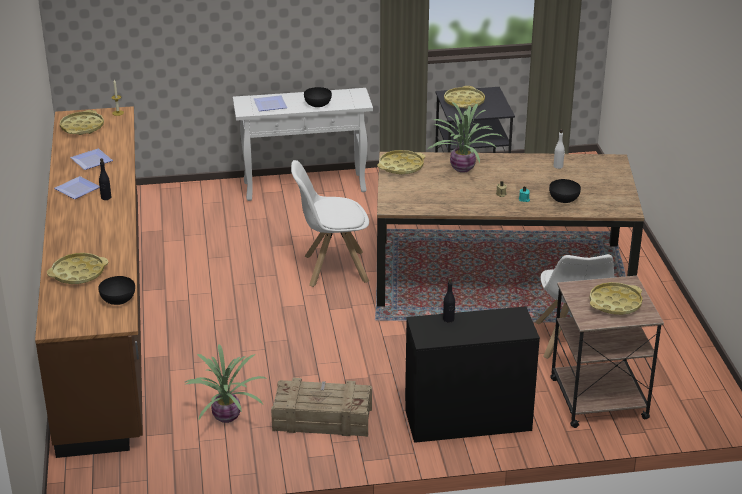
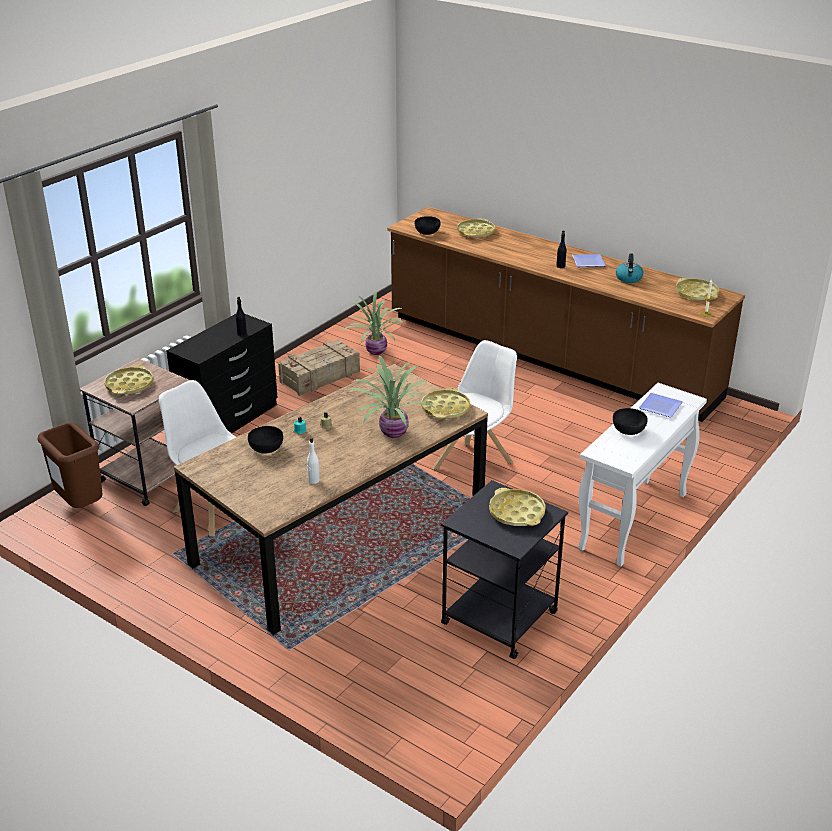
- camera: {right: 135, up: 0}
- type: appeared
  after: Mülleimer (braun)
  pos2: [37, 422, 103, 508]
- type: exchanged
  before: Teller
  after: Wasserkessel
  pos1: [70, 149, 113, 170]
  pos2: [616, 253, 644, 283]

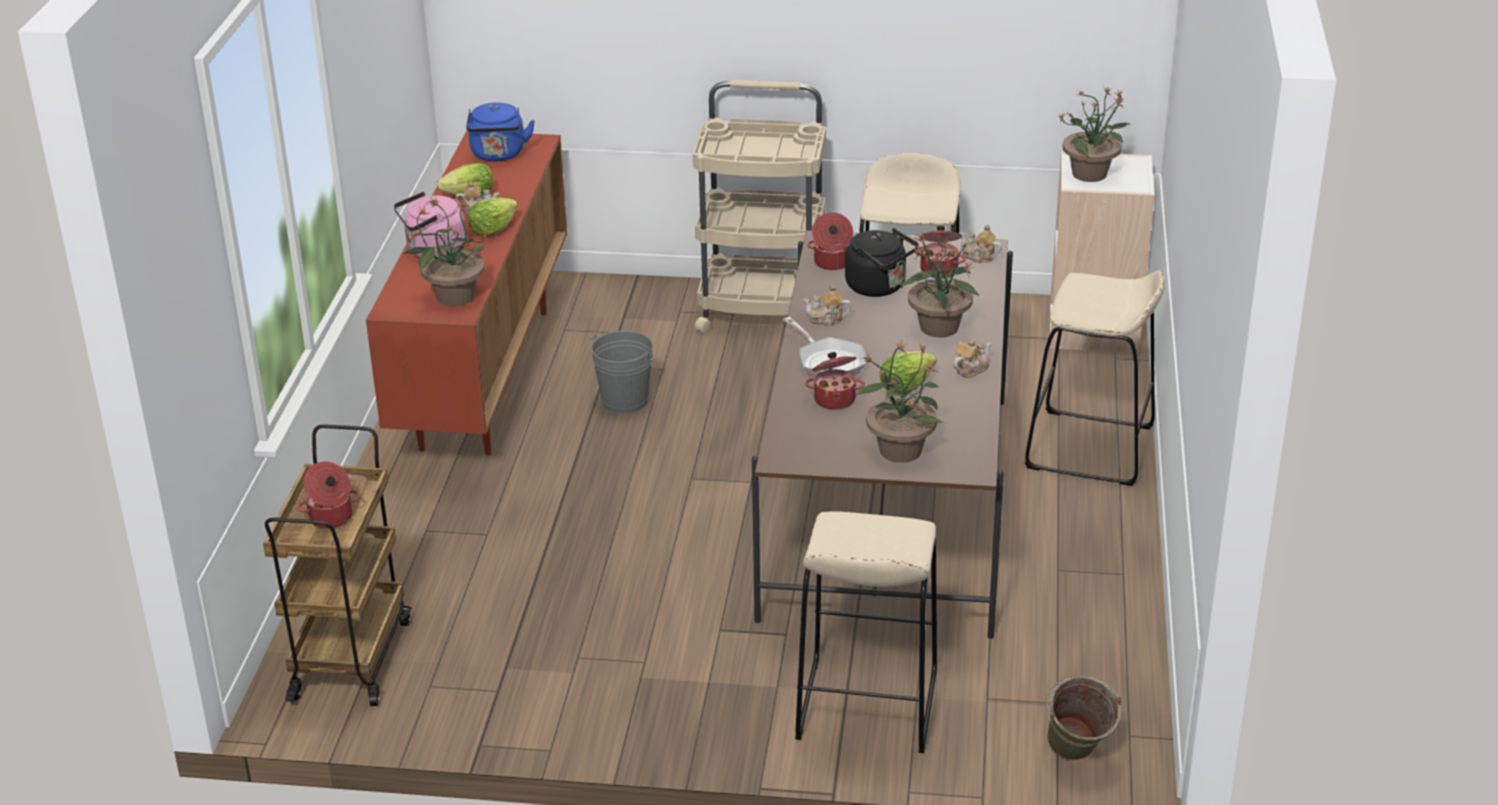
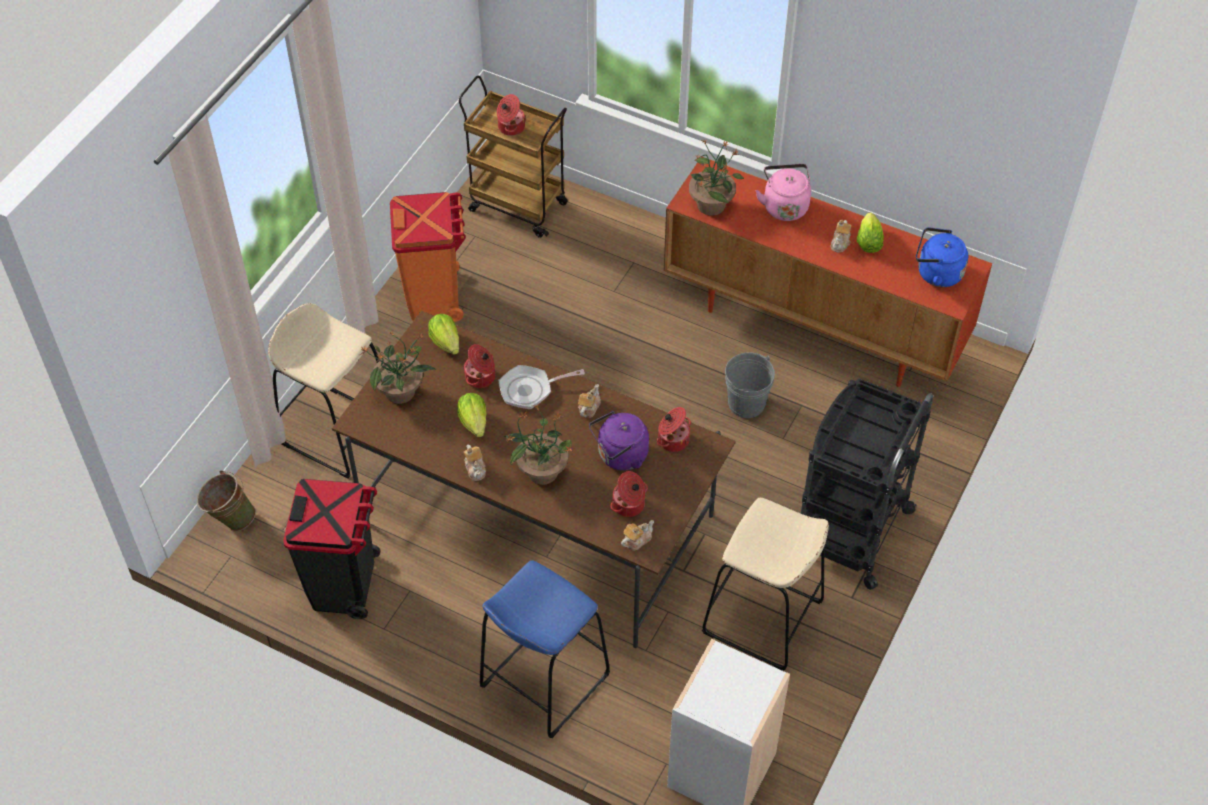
- camera: {right: 110, up: 20}
- type: missing
  before: Topfpflanze
  pos1: [1057, 87, 1131, 182]
- type: appeared
  after: Mülleimer (schwarz)
  pos2: [283, 479, 381, 619]
- type: appeared
  after: Mülleimer (orange)
  pos2: [390, 192, 466, 322]
- type: relocated
  before: Salatkopf
  pos1: [467, 197, 518, 236]
  pos2: [428, 314, 459, 355]
- type: colour
  before: Rollwagen (beige)
  after: Rollwagen (schwarz)
  pos1: [693, 80, 826, 334]
  pos2: [801, 379, 933, 590]
- type: colour
  before: Wasserkessel (schwarz)
  after: Wasserkessel (lila)
  pos1: [845, 228, 919, 297]
  pos2: [589, 411, 649, 470]
- type: colour
  before: Hocker (beige)
  after: Hocker (blau)
  pos1: [1025, 270, 1165, 486]
  pos2: [480, 560, 610, 738]

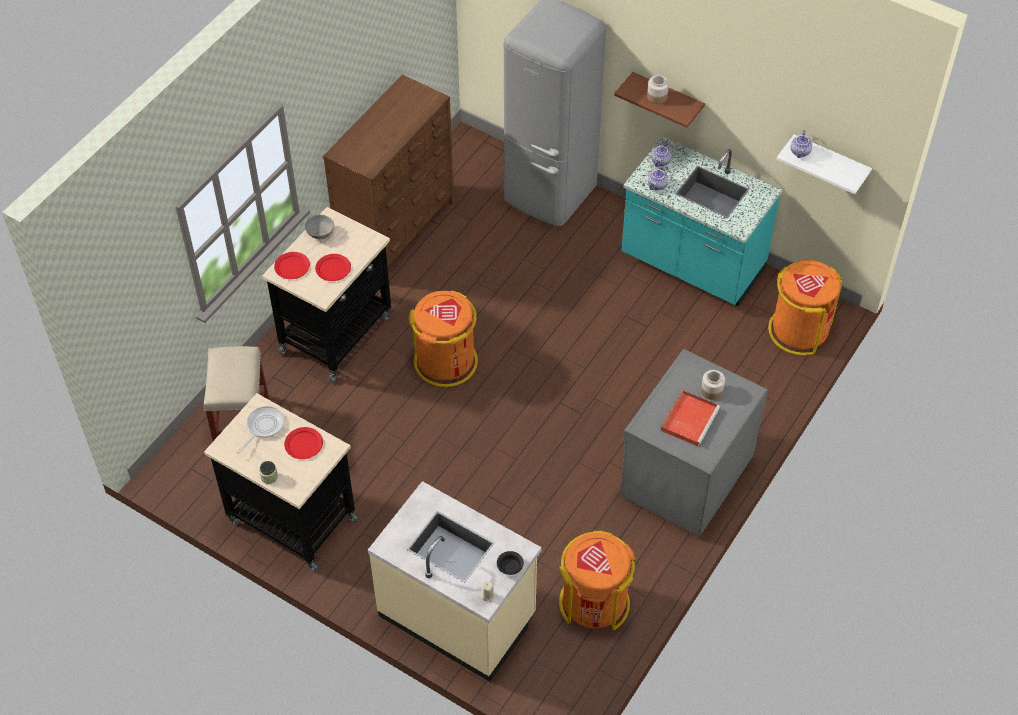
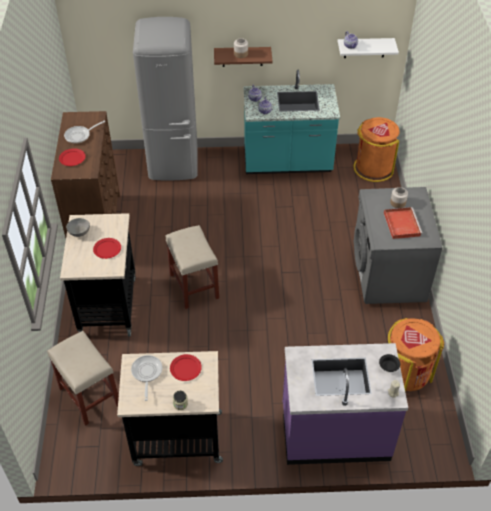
- camera: {right: -35, up: -5}
- type: appeared
  after: Pfanne
  pos2: [64, 121, 105, 144]
- type: relocated
  before: Teller (rot)
  pos1: [274, 252, 310, 279]
  pos2: [59, 148, 85, 166]
- type: exchanged
  before: Mülleimer (orange)
  after: Hocker (beige)
  pos1: [409, 290, 478, 387]
  pos2: [166, 225, 219, 309]
- type: colour
  before: Küchenzeile (beige)
  after: Küchenzeile (lila)
  pos1: [368, 481, 542, 682]
  pos2: [283, 343, 408, 465]

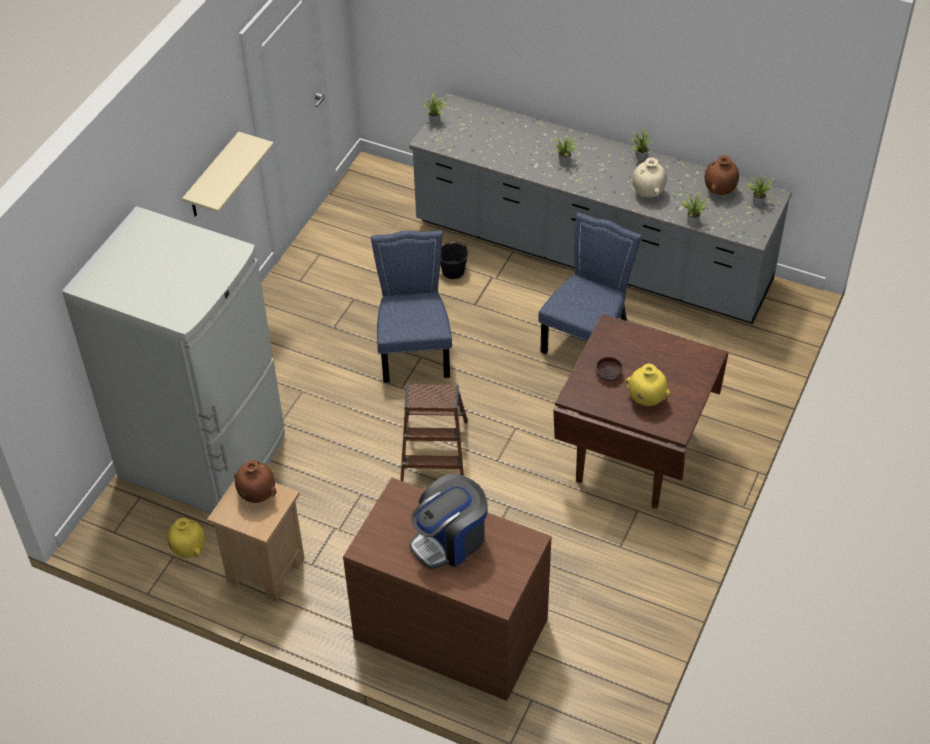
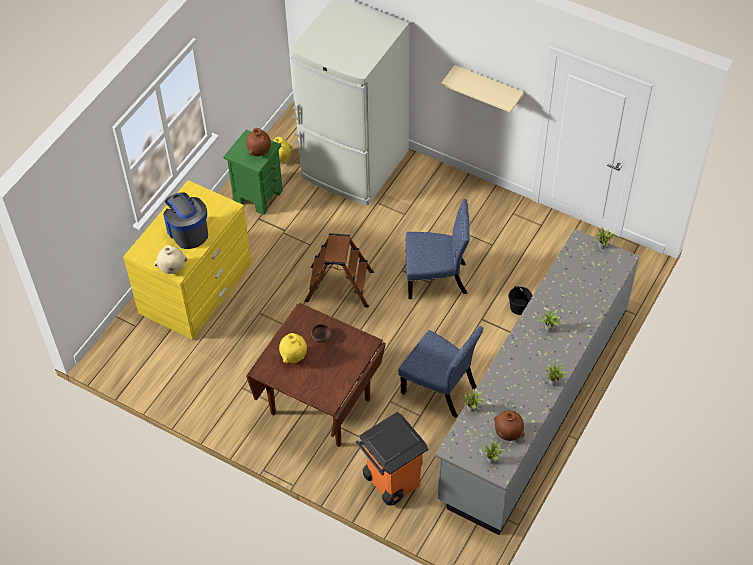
- camera: {right: 95, up: 5}
- type: appeared
  after: Mülleimer (orange)
  pos2: [356, 412, 428, 506]
- type: relocated
  before: Vase (beige)
  pos1: [632, 158, 667, 197]
  pos2: [155, 245, 187, 274]
- type: colour
  before: Nachttisch (beige)
  after: Nachttisch (grün)
  pos1: [207, 480, 305, 602]
  pos2: [224, 129, 283, 215]
- type: colour
  before: Kommode (braun)
  after: Kommode (gelb)
  pos1: [343, 478, 552, 701]
  pos2: [123, 180, 252, 340]

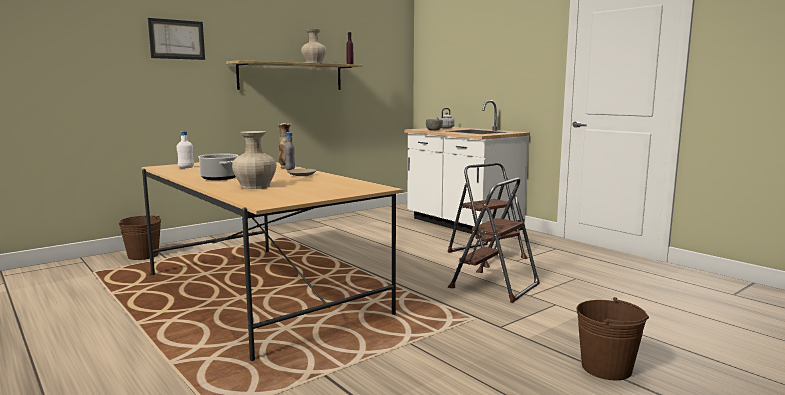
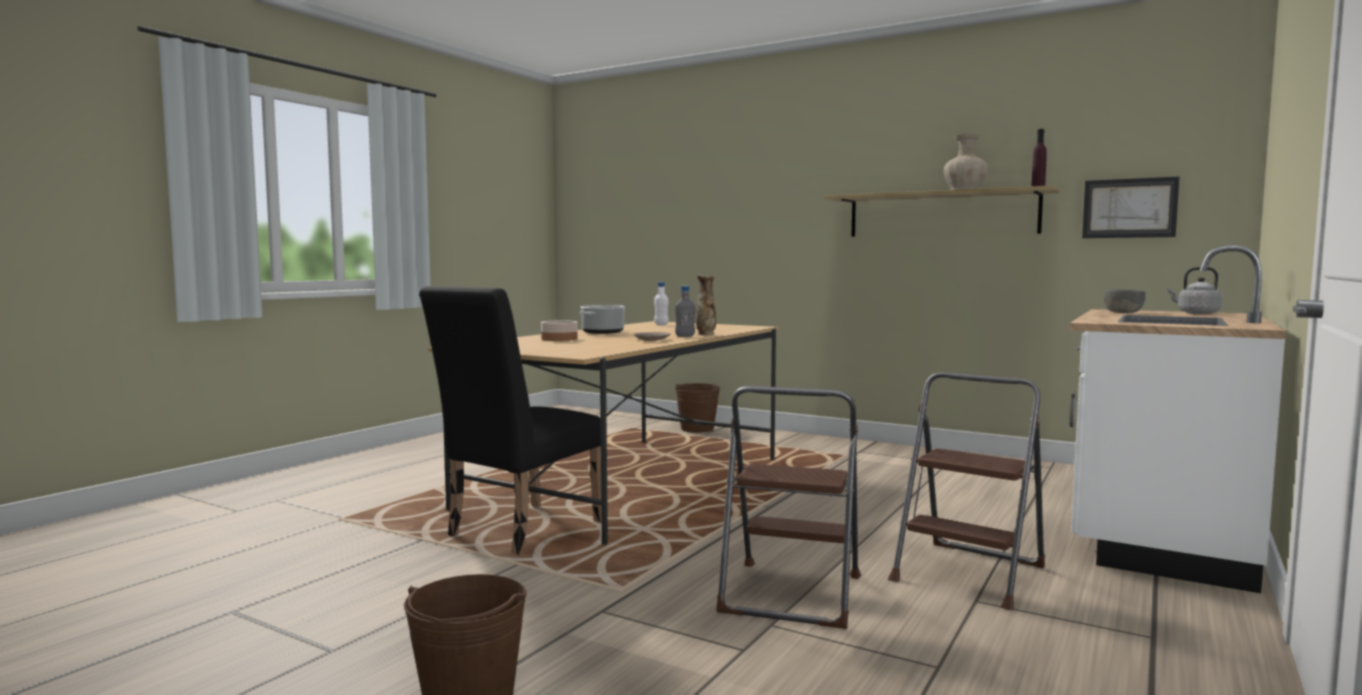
- camera: {right: 70, up: -5}
- type: appeared
  after: Stuhl (schwarz)
  pos2: [419, 286, 602, 555]
- type: relocated
  before: Bild
  pos1: [148, 18, 205, 60]
  pos2: [1082, 177, 1179, 238]
- type: exchanged
  before: Vase (beige)
  after: Schüssel
  pos1: [232, 131, 276, 189]
  pos2: [541, 321, 578, 341]

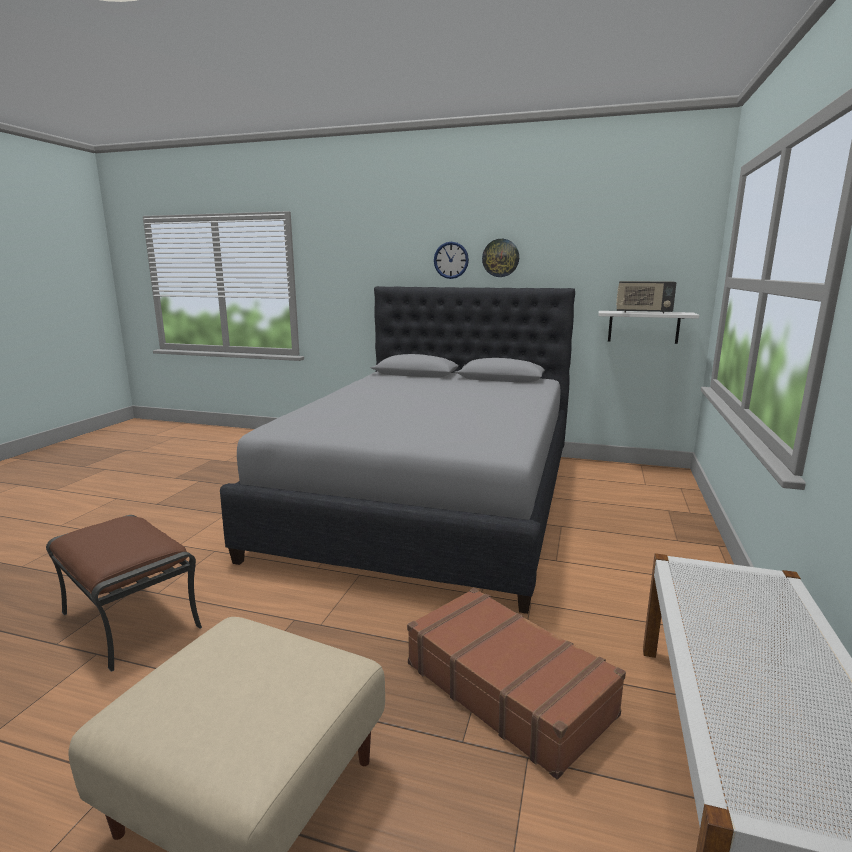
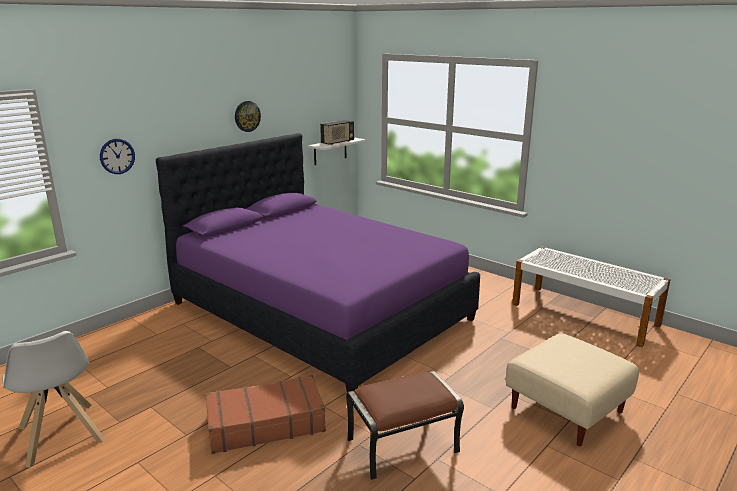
- camera: {right: -65, up: 5}
- type: appeared
  after: Stuhl
  pos2: [2, 331, 105, 468]
- type: relocated
  before: Koffer (braun)
  pos1: [407, 588, 626, 780]
  pos2: [205, 375, 326, 454]
- type: relocated
  before: Wanduhr
  pos1: [434, 242, 469, 279]
  pos2: [100, 139, 135, 174]
- type: colour
  before: Bett (grau)
  after: Bett (lila)
  pos1: [220, 286, 575, 614]
  pos2: [156, 133, 480, 392]

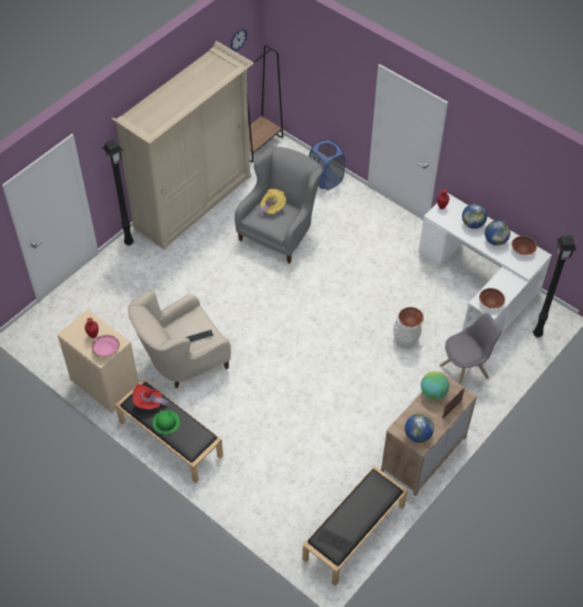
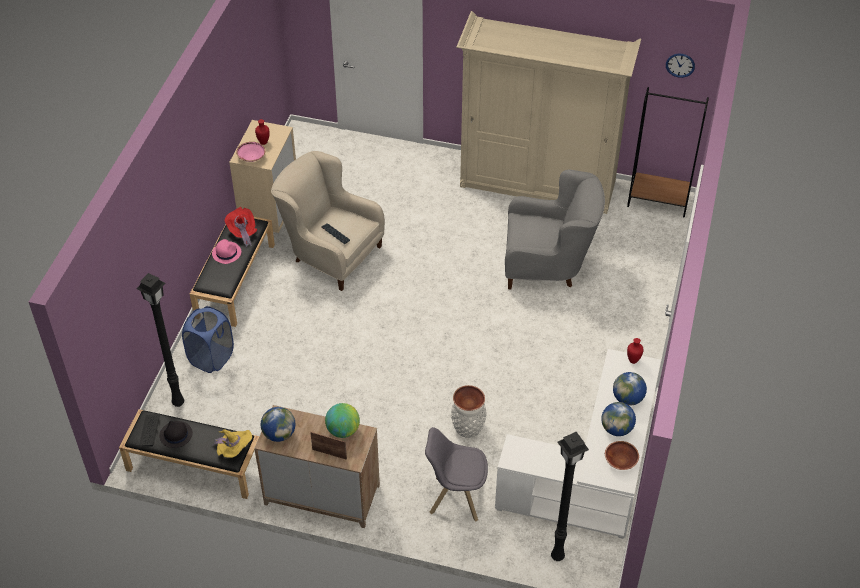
- camera: {right: 65, up: -5}
- type: missing
  before: Schüssel (braun)
  pos1: [479, 288, 505, 309]
- type: appeared
  after: Hut (schwarz)
  pos2: [159, 421, 193, 448]
- type: relocated
  before: Stehlampe (schwarz)
  pos1: [102, 139, 134, 246]
  pos2: [136, 273, 184, 407]
- type: relocated
  before: Hut (gelb)
  pos1: [258, 189, 286, 218]
  pos2: [212, 429, 252, 458]
- type: relocated
  before: Wäschekorb (blau)
  pos1: [309, 139, 345, 190]
  pos2: [182, 306, 234, 373]
- type: colour
  before: Hut (grün)
  after: Hut (rosa)
  pos1: [153, 411, 180, 434]
  pos2: [212, 239, 241, 264]
- type: spun
  before: Stuhl (grau)
  pos1: [440, 313, 501, 385]
  pos2: [425, 427, 488, 522]
  turn: 150

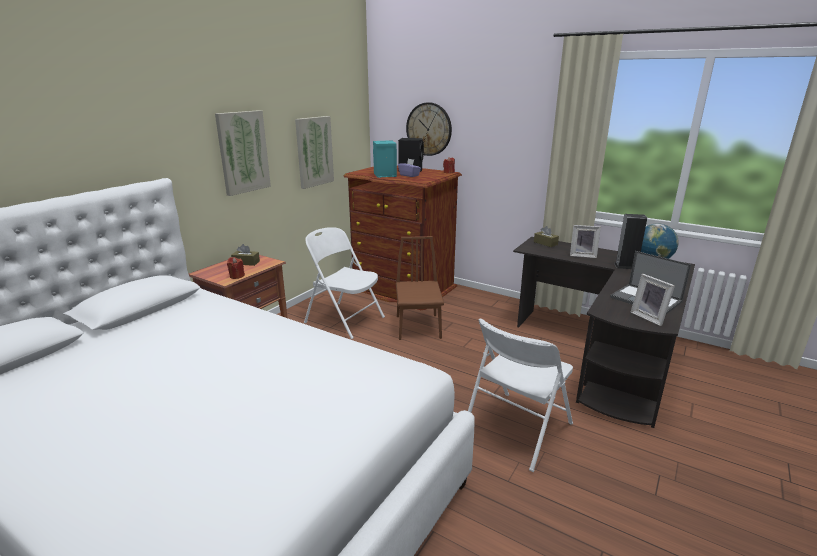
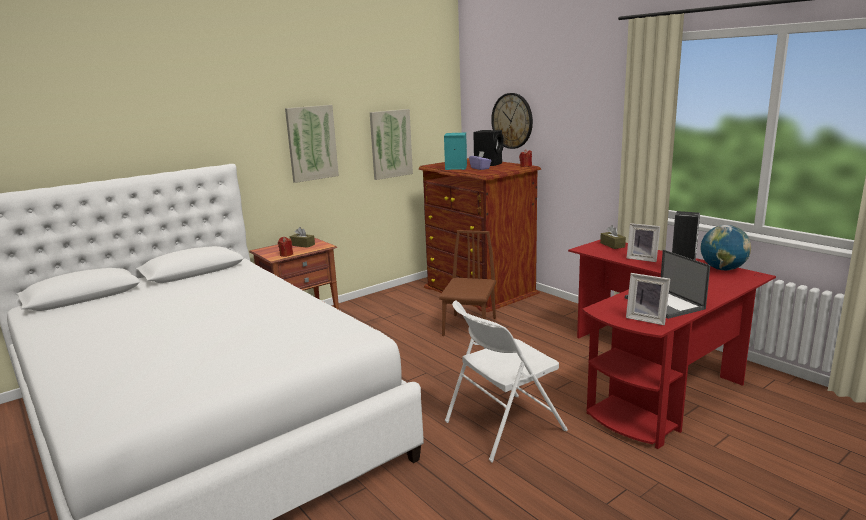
- camera: {right: 20, up: -5}
- type: missing
  before: Stuhl (weiß)
  pos1: [304, 227, 385, 340]
- type: colour
  before: Schreibtisch (schwarz)
  after: Schreibtisch (rot)
  pos1: [513, 237, 695, 428]
  pos2: [568, 240, 776, 449]
- type: spun
  before: Bilderrahmen
  pos1: [631, 274, 675, 326]
  pos2: [626, 273, 670, 325]
  turn: -45

